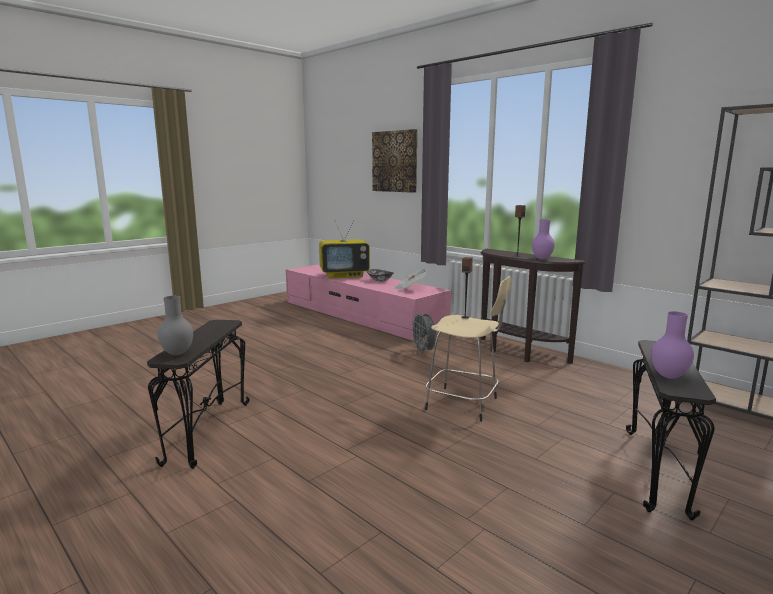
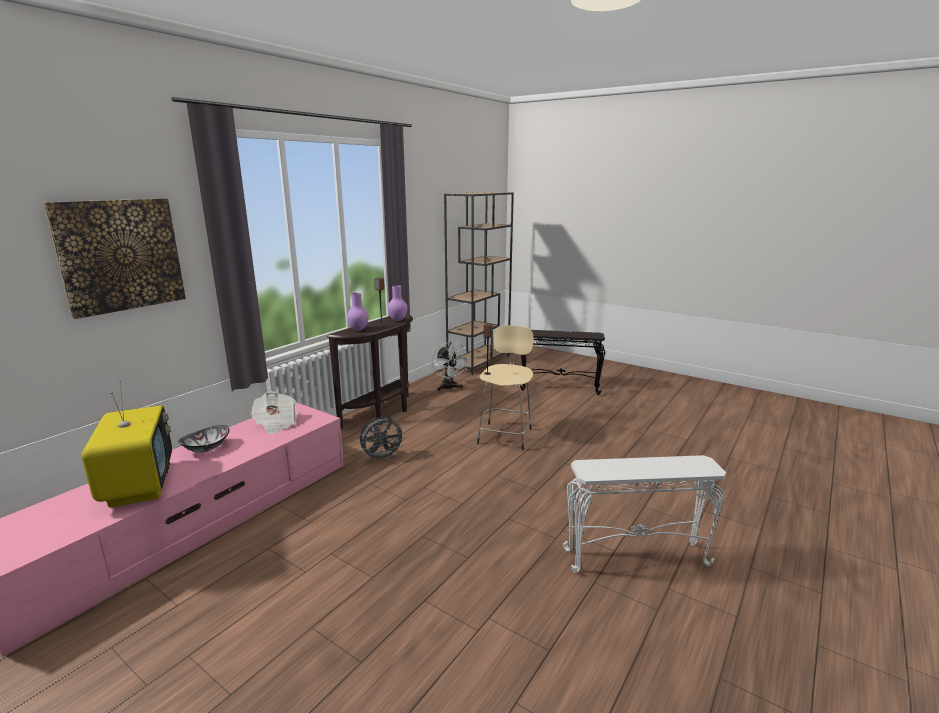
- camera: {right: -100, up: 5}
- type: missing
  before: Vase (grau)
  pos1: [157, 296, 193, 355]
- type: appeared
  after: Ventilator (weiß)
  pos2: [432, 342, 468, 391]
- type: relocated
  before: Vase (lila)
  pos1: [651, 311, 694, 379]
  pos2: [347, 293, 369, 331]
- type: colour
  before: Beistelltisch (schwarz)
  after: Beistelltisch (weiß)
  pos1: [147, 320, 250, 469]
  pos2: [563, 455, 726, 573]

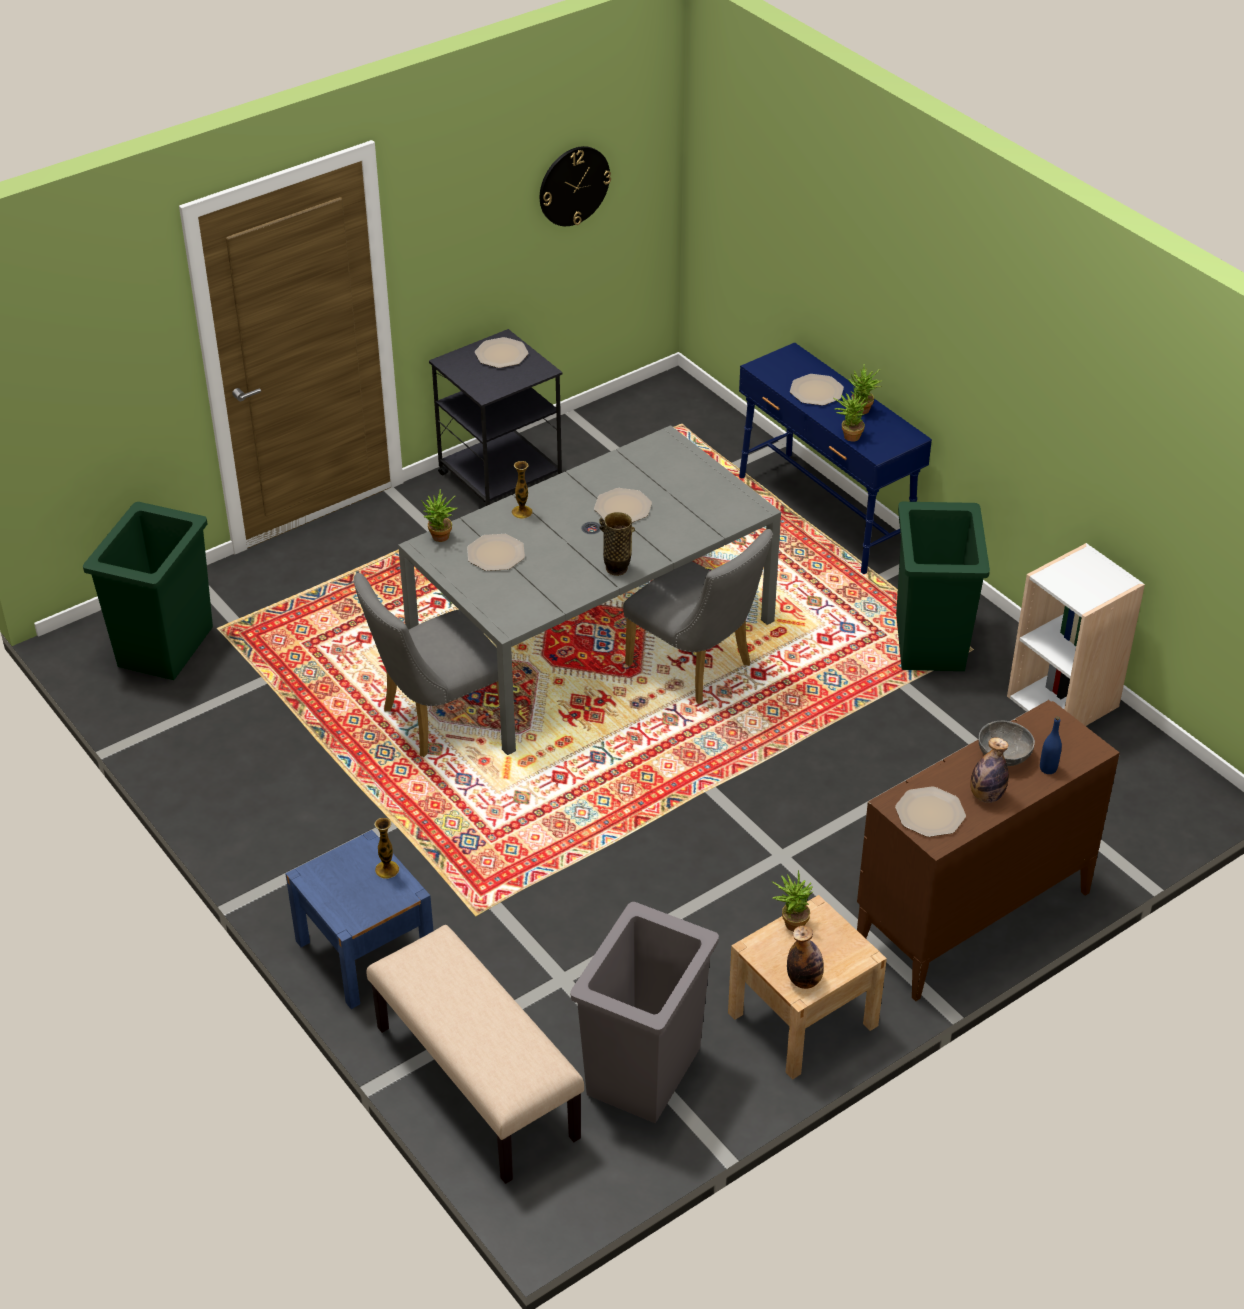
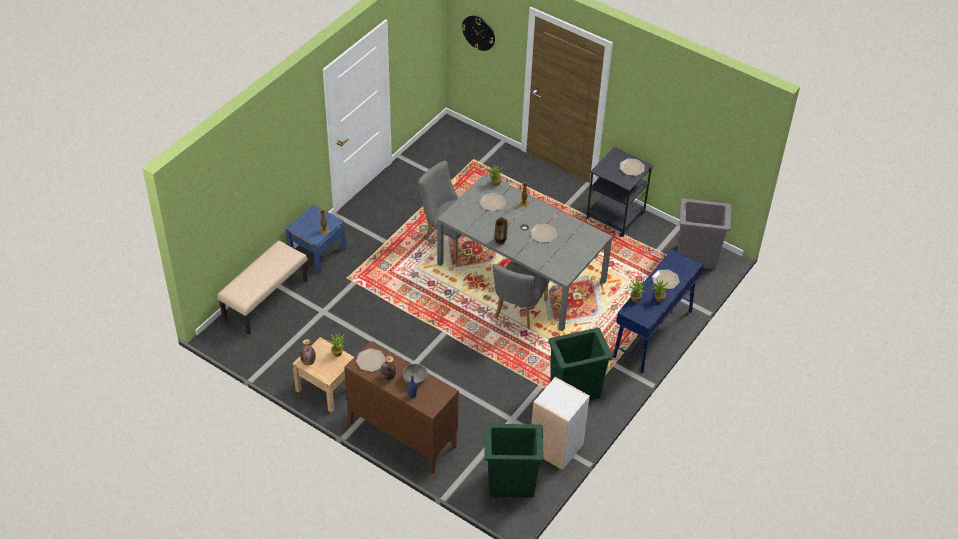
- camera: {right: 70, up: 5}
- type: relocated
  before: Mülleimer (grün)
  pos1: [83, 502, 213, 680]
  pos2: [484, 424, 544, 497]
- type: relocated
  before: Wanduhr
  pos1: [540, 146, 611, 226]
  pos2: [462, 15, 495, 51]
- type: relocated
  before: Mülleimer (grau)
  pos1: [571, 902, 719, 1123]
  pos2: [678, 198, 731, 270]

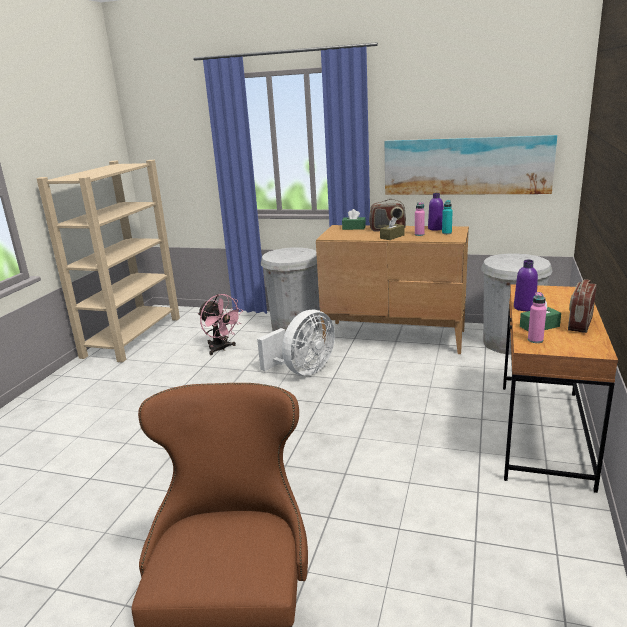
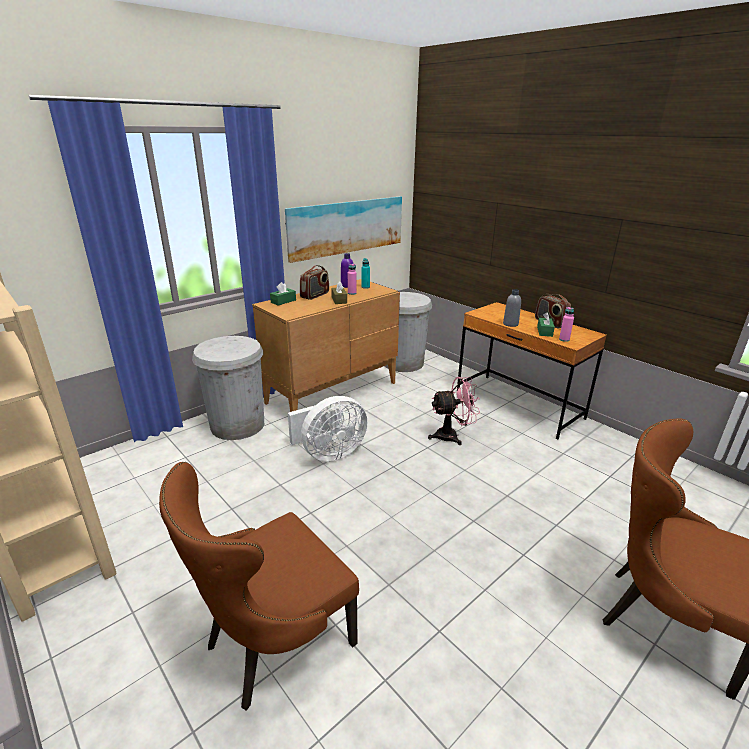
- camera: {right: -60, up: 5}
- type: appeared
  after: Stuhl (braun)
  pos2: [159, 462, 359, 711]
- type: relocated
  before: Ventilator (rosa)
  pos1: [198, 294, 243, 355]
  pos2: [428, 377, 480, 445]
- type: colour
  before: Flasche (lila)
  after: Flasche (grau)
  pos1: [514, 260, 538, 311]
  pos2: [503, 289, 521, 327]
- type: spun
  before: Ventilator (weiß)
  pos1: [257, 310, 335, 376]
  pos2: [288, 396, 367, 462]
  turn: 75

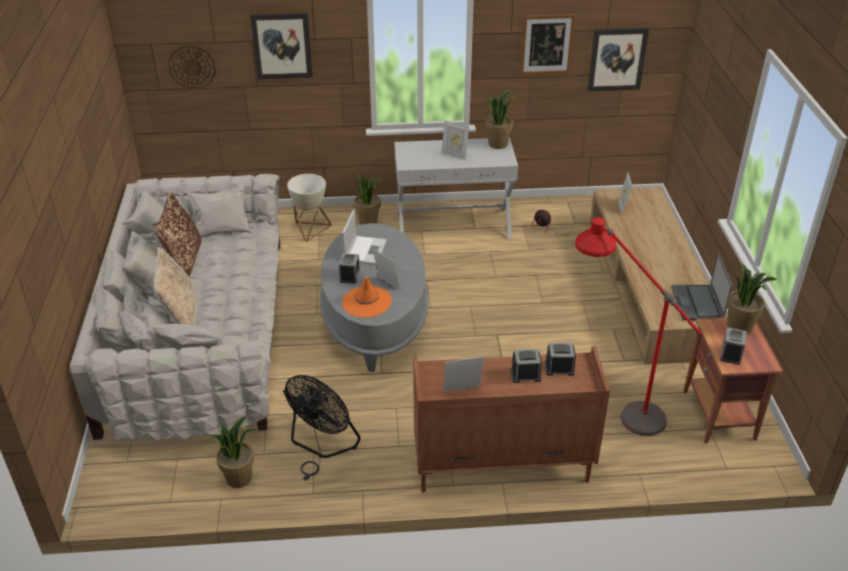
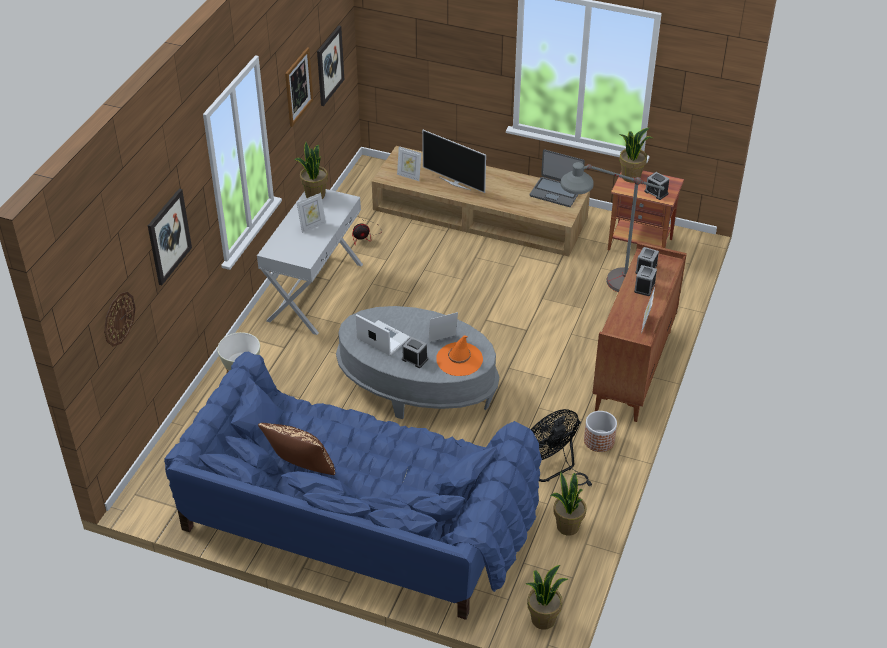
- camera: {right: -65, up: 5}
- type: missing
  before: Kissen (beige)
  pos1: [154, 247, 197, 326]
- type: appeared
  after: Fernseher
  pos2: [422, 130, 486, 193]
- type: appeared
  after: Pflanzkübel
  pos2: [584, 411, 617, 452]
- type: relocated
  before: Topfpflanze
  pos1: [354, 173, 382, 225]
  pos2: [526, 565, 568, 630]
- type: colour
  before: Sofa (weiß)
  after: Sofa (blau)
  pos1: [70, 174, 281, 441]
  pos2: [164, 352, 542, 620]
- type: colour
  before: Stehlampe (rot)
  after: Stehlampe (grau)
  pos1: [575, 217, 703, 436]
  pos2: [561, 162, 664, 292]

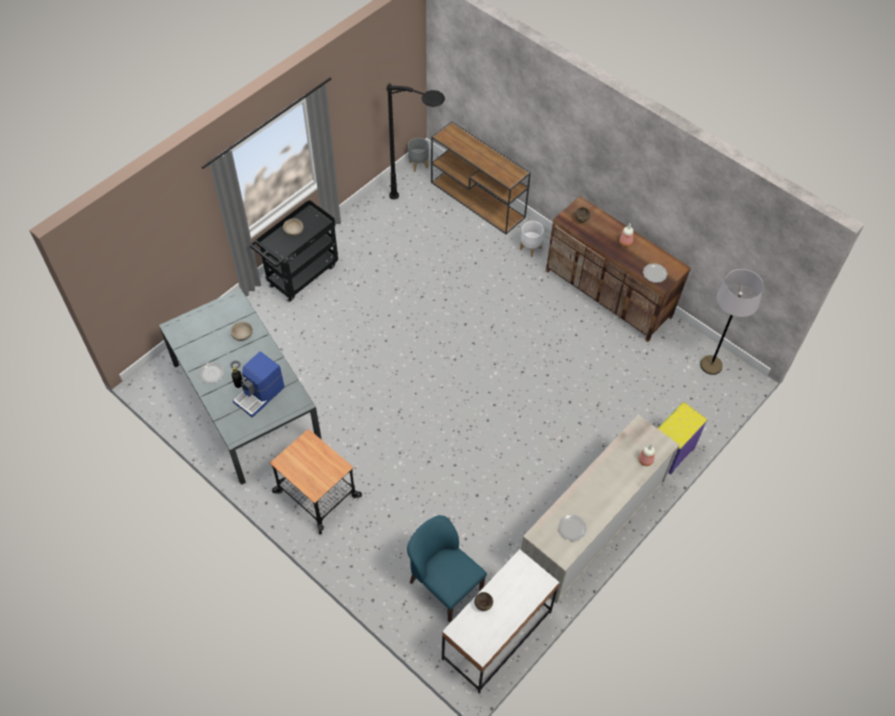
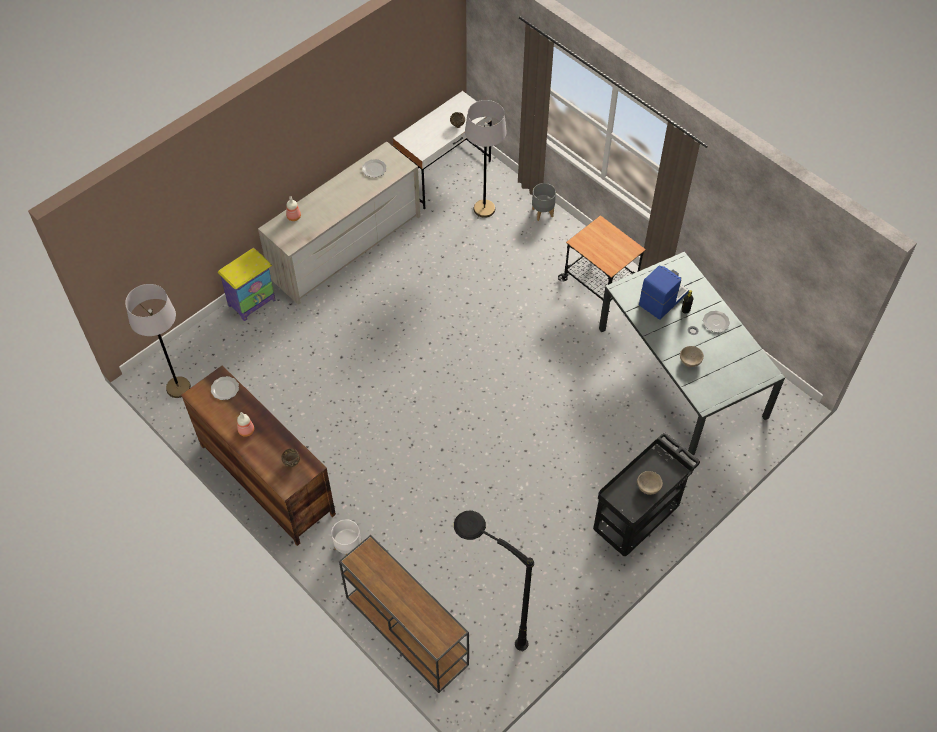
- camera: {right: -175, up: 0}
- type: relocated
  before: Pflanzkübel (grau)
  pos1: [408, 138, 429, 172]
  pos2: [532, 183, 556, 221]
- type: exchanged
  before: Stuhl (blau)
  after: Stehlampe (grau)
  pos1: [407, 515, 487, 622]
  pos2: [465, 100, 507, 218]

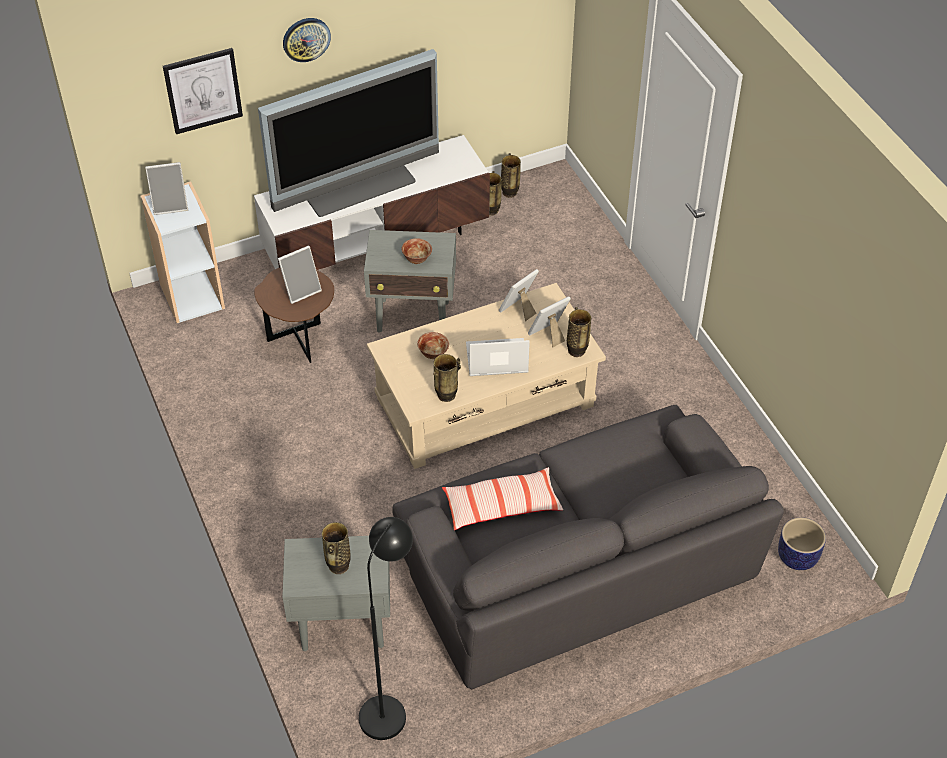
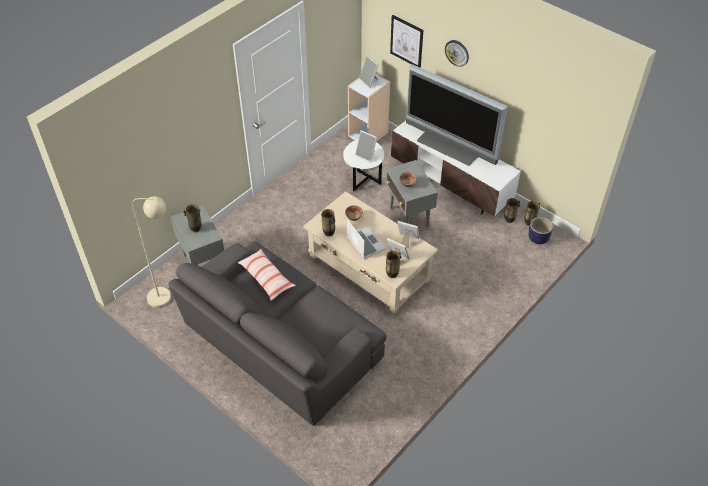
- camera: {right: 65, up: 0}
- type: relocated
  before: Pflanzkübel
  pos1: [778, 517, 826, 570]
  pos2: [528, 217, 553, 244]
- type: colour
  before: Beistelltisch (braun)
  after: Beistelltisch (weiß)
  pos1: [254, 268, 334, 363]
  pos2: [343, 139, 384, 191]
- type: colour
  before: Stehlampe (schwarz)
  after: Stehlampe (beige)
  pos1: [359, 517, 413, 740]
  pos2: [132, 196, 171, 307]

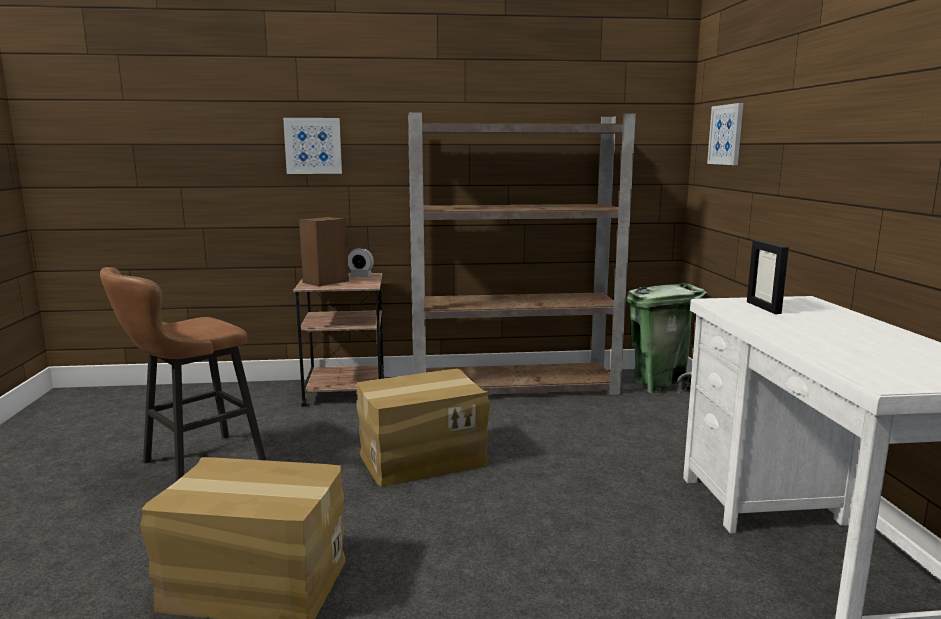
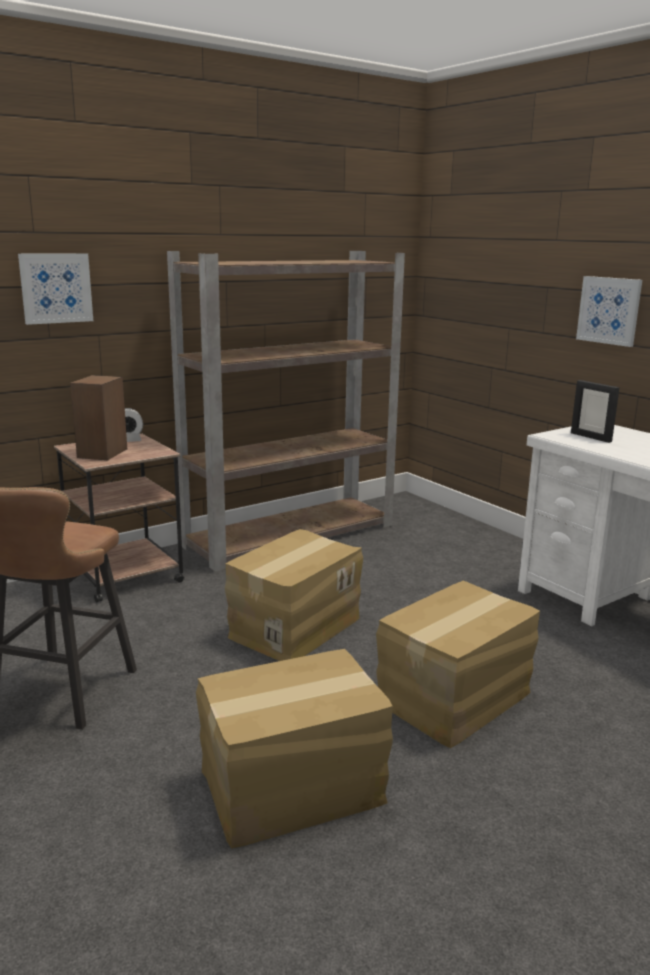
- camera: {right: -30, up: 5}
- type: missing
  before: Mülleimer (grün)
  pos1: [627, 283, 707, 394]
- type: appeared
  after: Karton
  pos2: [376, 580, 540, 748]
- type: relocated
  before: Bild
  pos1: [707, 103, 743, 165]
  pos2: [576, 276, 642, 347]

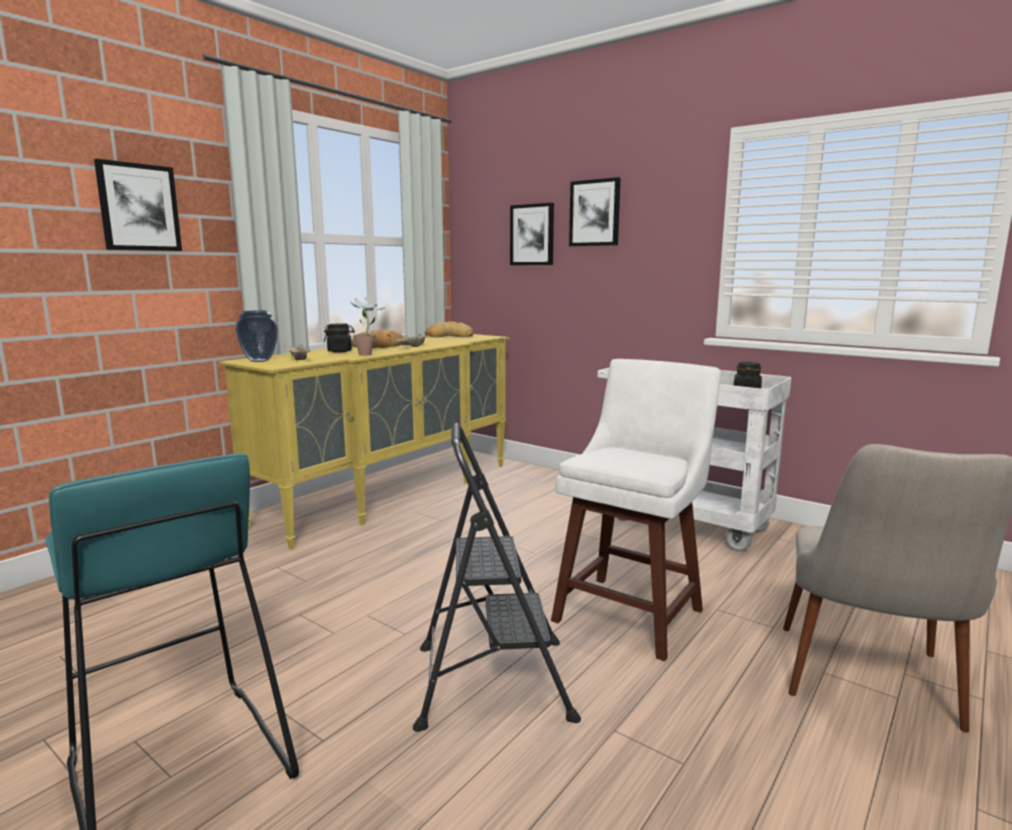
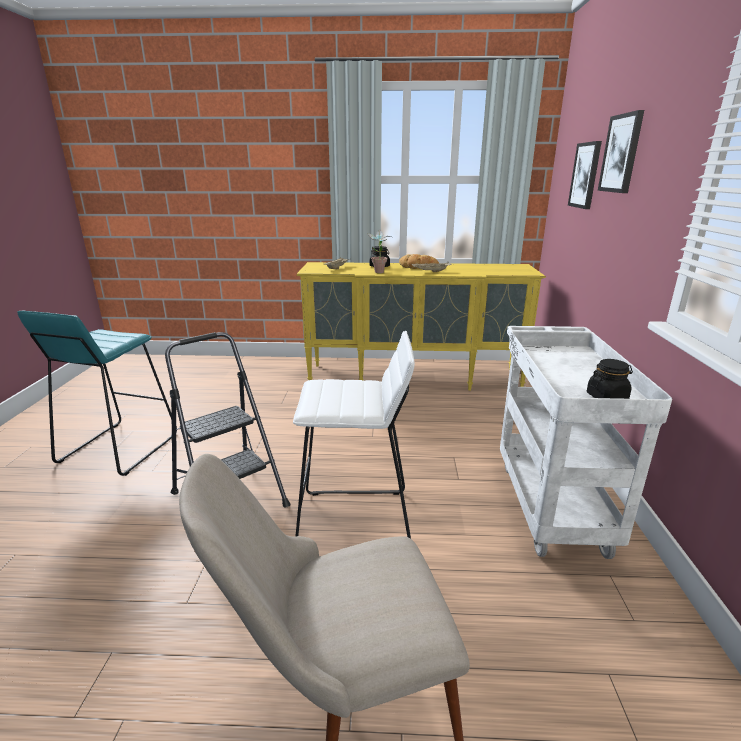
- camera: {right: 55, up: 10}
- type: missing
  before: Bild
  pos1: [94, 159, 182, 251]
- type: missing
  before: Vase
  pos1: [235, 310, 278, 362]
- type: missing
  before: Brot
  pos1: [425, 321, 473, 338]
- type: exchanged
  before: Stuhl (weiß)
  after: Hocker (weiß)
  pos1: [551, 359, 721, 661]
  pos2: [293, 331, 415, 538]

